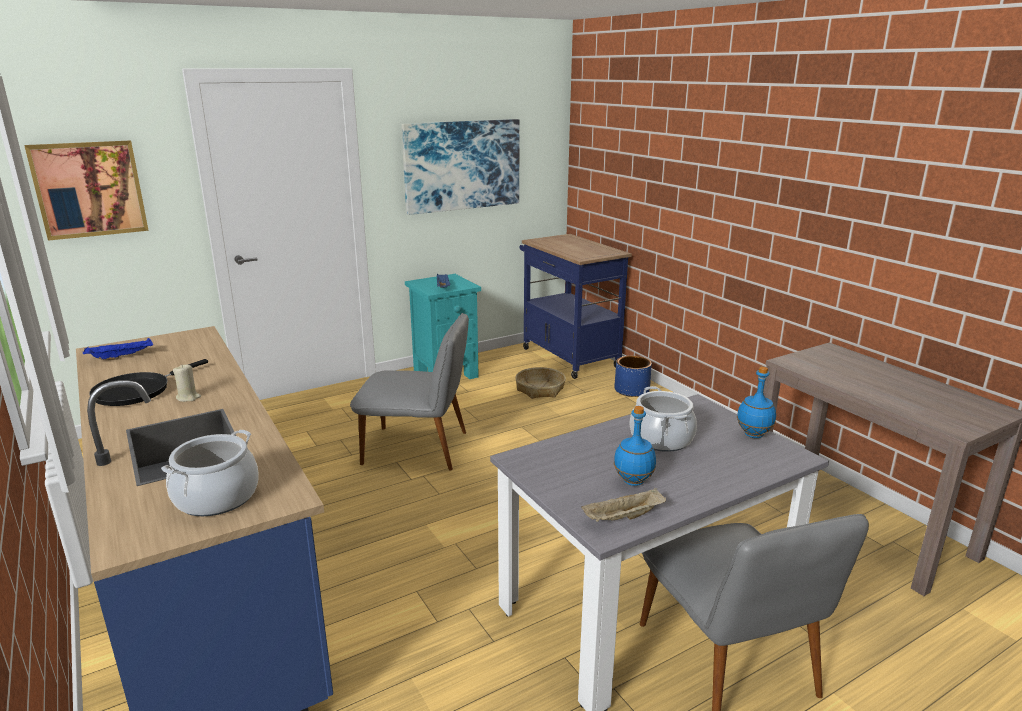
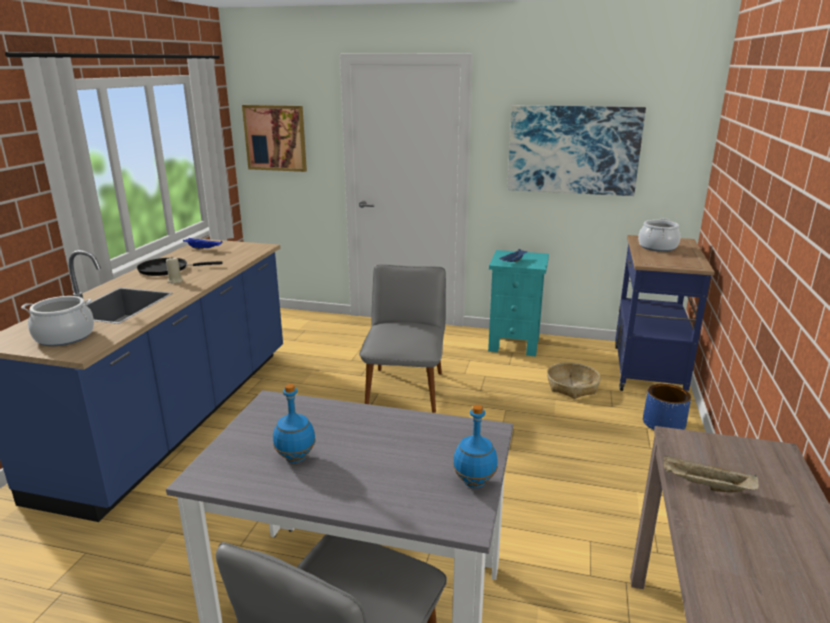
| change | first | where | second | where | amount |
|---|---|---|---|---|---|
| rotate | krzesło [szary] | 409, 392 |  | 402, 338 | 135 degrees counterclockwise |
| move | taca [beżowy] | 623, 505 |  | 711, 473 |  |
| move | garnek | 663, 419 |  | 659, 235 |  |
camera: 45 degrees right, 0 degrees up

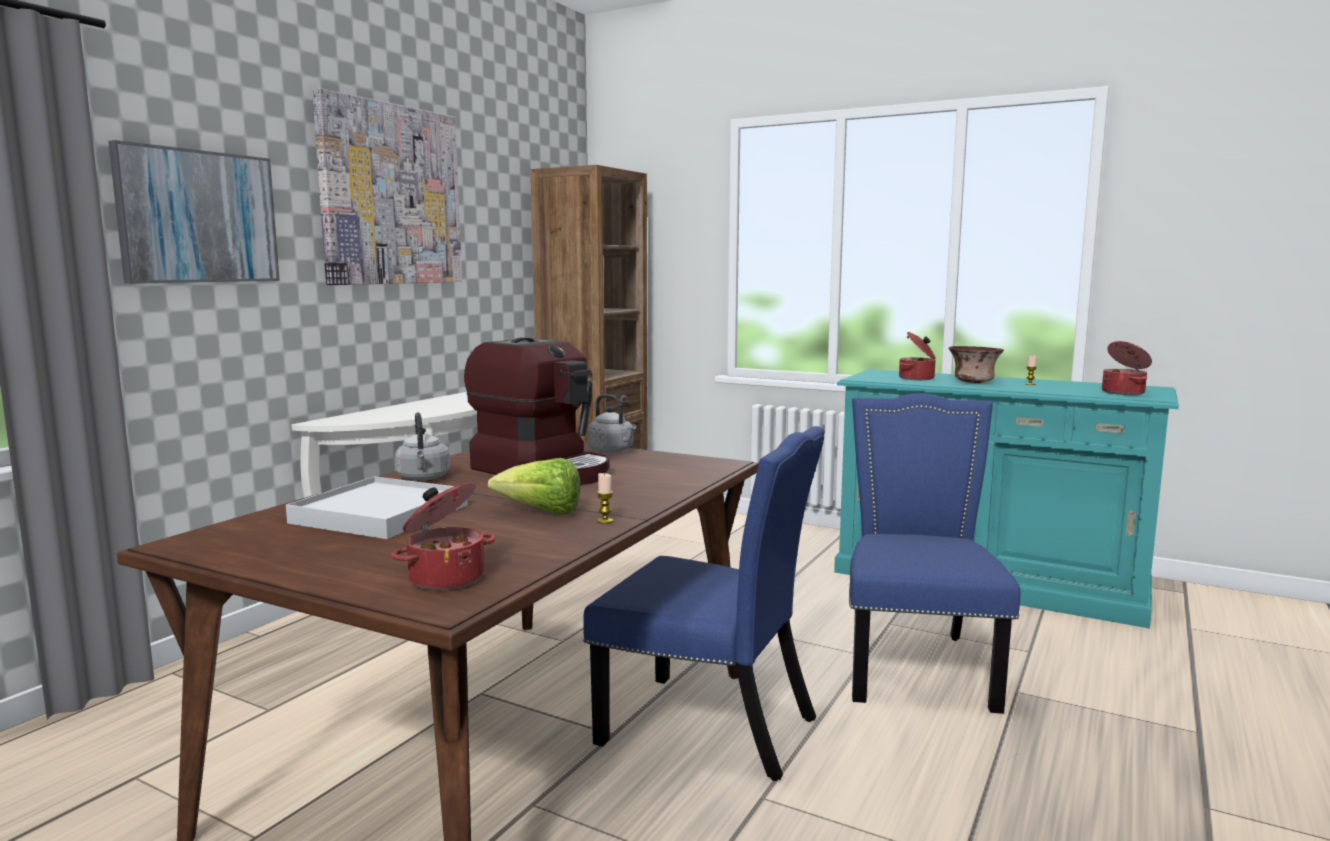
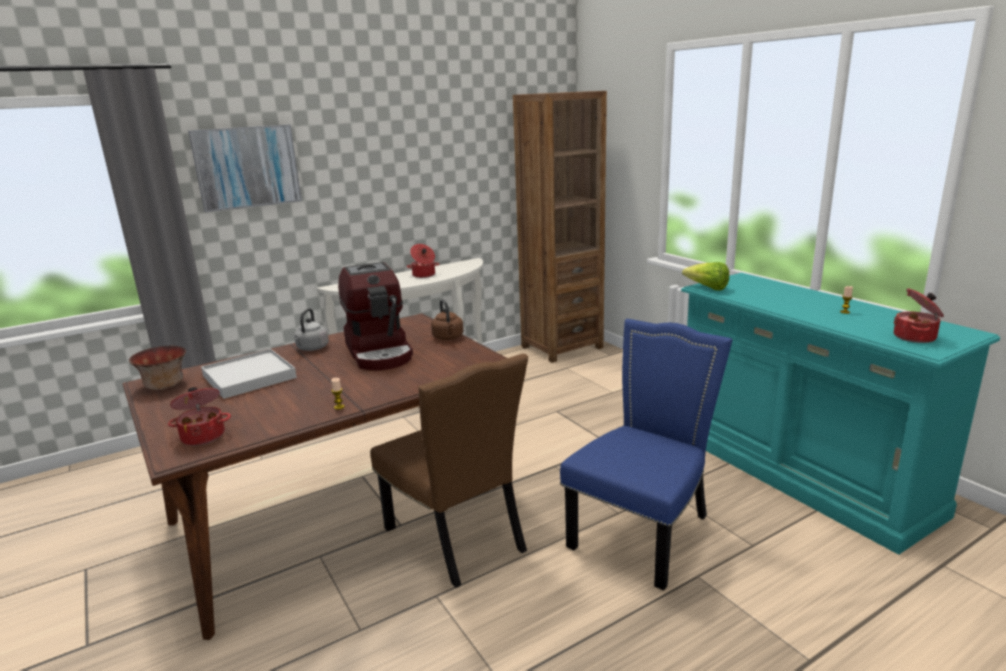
| change | first | where | second | where | amount |
|---|---|---|---|---|---|
| delete | obraz | 387, 186 |  |  |  |
| move | sałata | 534, 486 |  | 705, 276 |  |
| recolor | krzesło [niebieski] | 704, 603 | krzesło [brązowy] | 449, 471 |  |
| recolor | czajnik [szary] | 612, 423 | czajnik [brązowy] | 447, 319 |  |
| move | garnek | 917, 356 |  | 423, 261 |  |
| move | miska | 976, 364 |  | 157, 368 |  |
camera: 30 degrees right, 10 degrees up

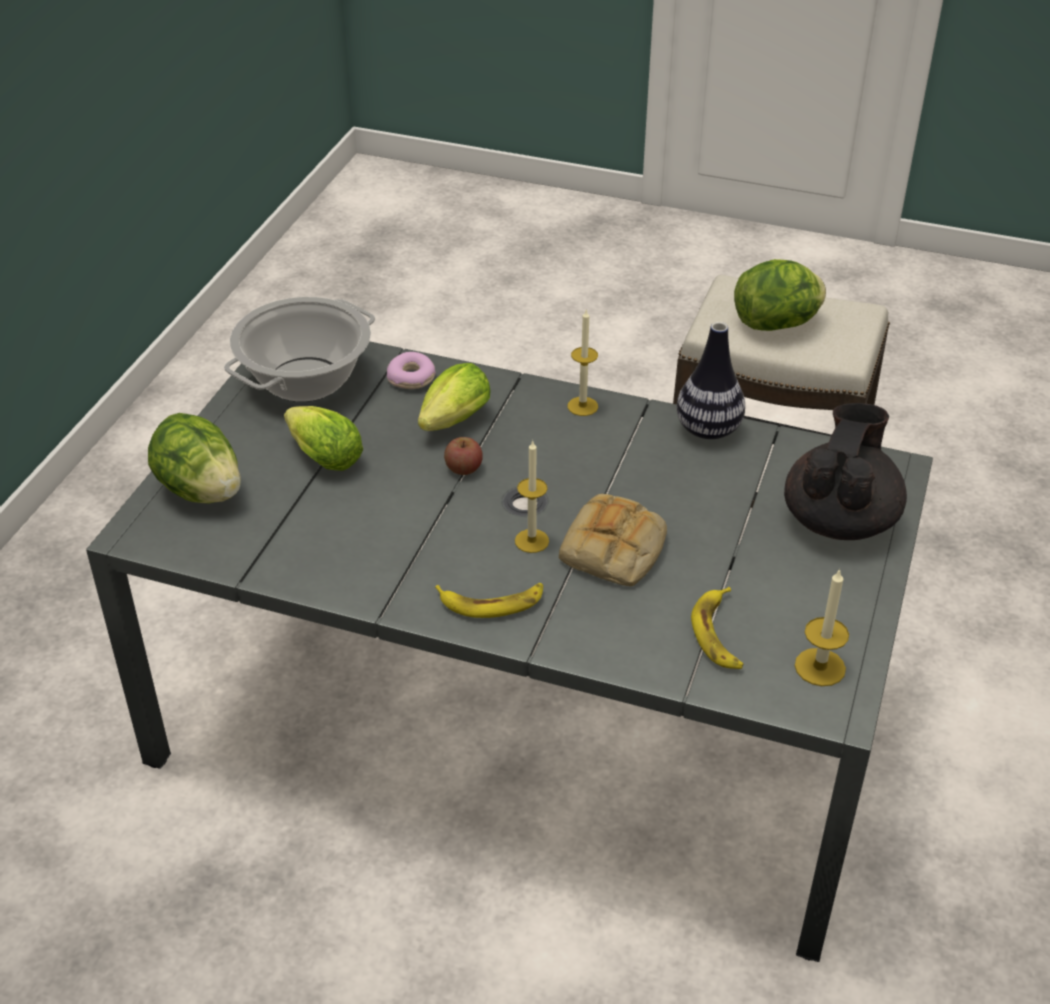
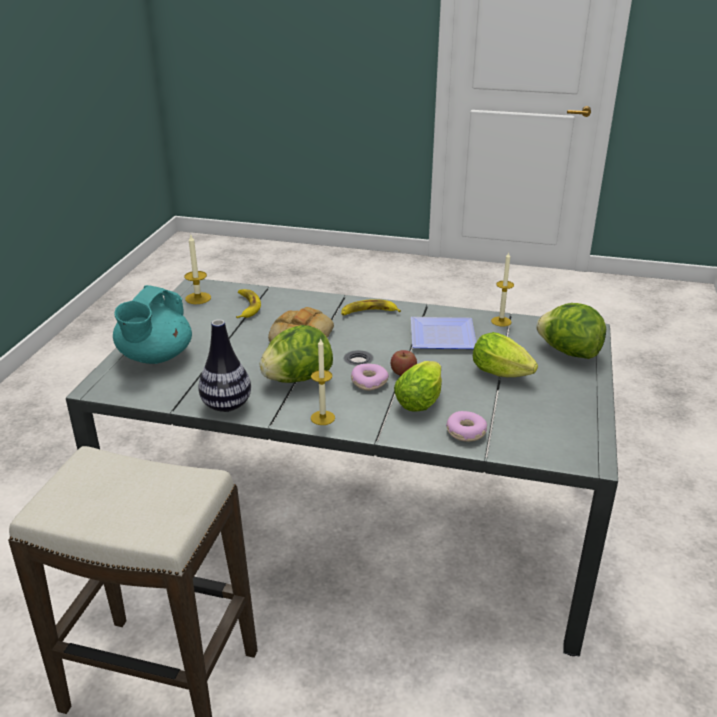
| change | first | where | second | where | amount |
|---|---|---|---|---|---|
| delete | garnek | 299, 349 |  |  |  |
| move | świeca | 532, 496 |  | 502, 289 |  |
| move | sałata | 780, 295 |  | 296, 354 |  |
| recolor | imbryk [czarny] | 845, 471 | imbryk [turkusowy] | 152, 324 |  |
| insert |  |  | donut | 370, 377 |  |
| insert |  |  | talerz | 443, 333 |  |
camera: 175 degrees right, 10 degrees down

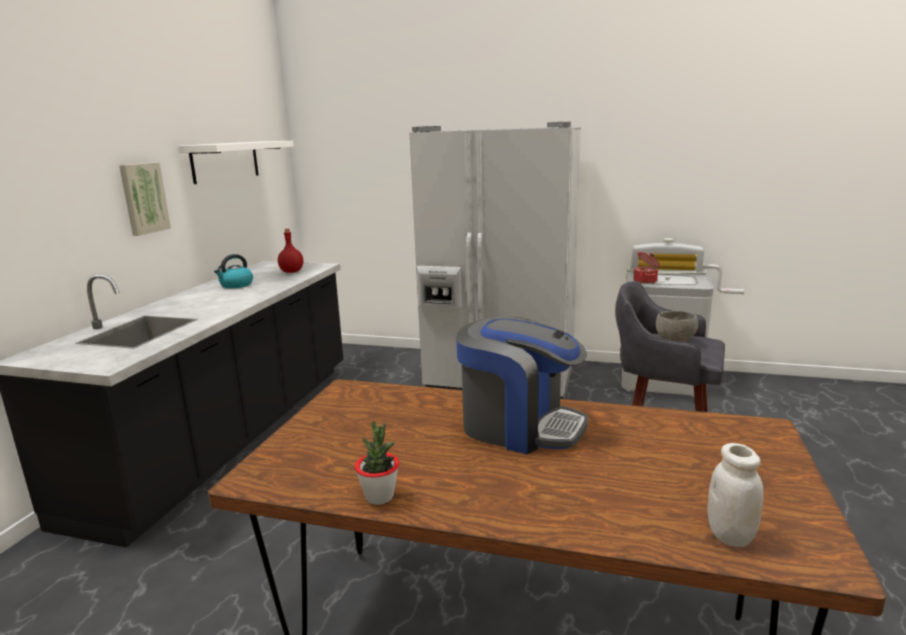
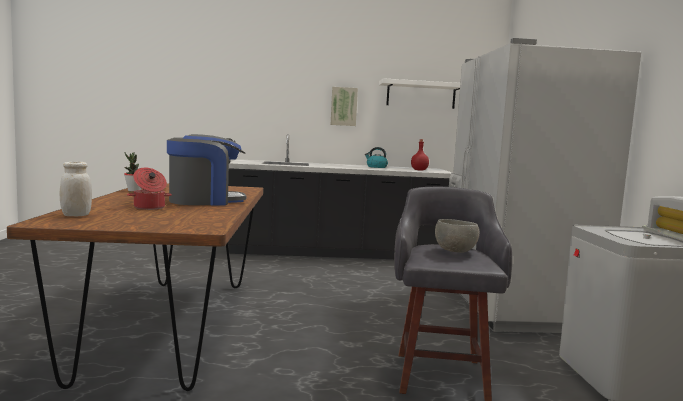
| change | first | where | second | where | amount |
|---|---|---|---|---|---|
| rotate | ekspres do kawy | 522, 385 |  | 206, 170 | 120 degrees counterclockwise |
| move | garnek | 646, 268 |  | 149, 189 |  |
camera: 70 degrees right, 10 degrees down

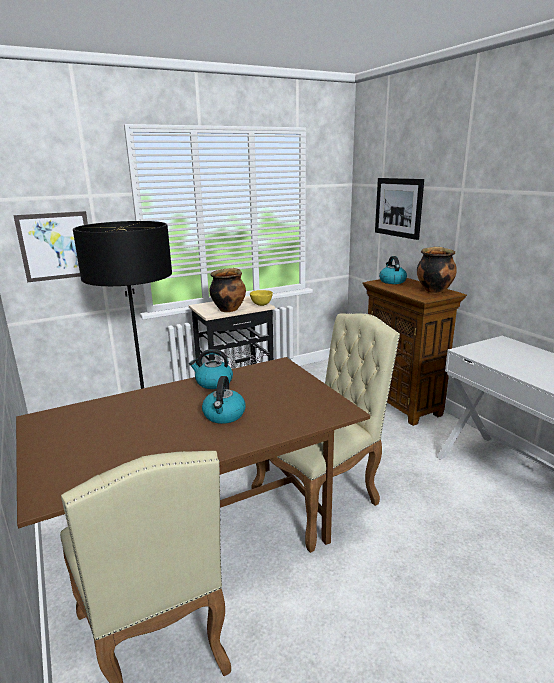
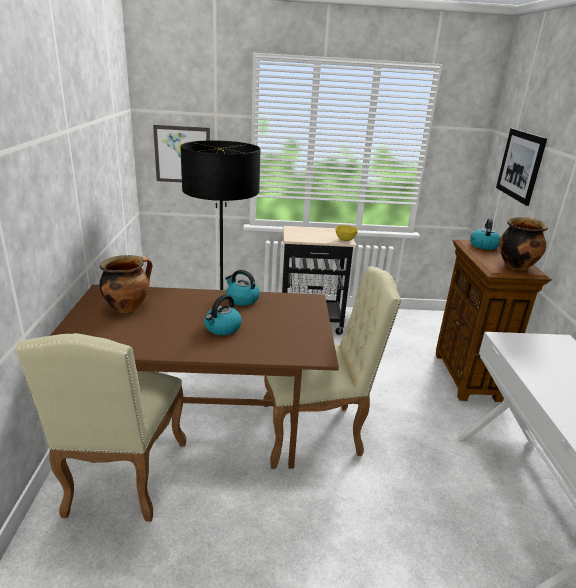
| change | first | where | second | where | amount |
|---|---|---|---|---|---|
| move | garnek | 227, 290 |  | 126, 284 |  |
camera: 25 degrees right, 5 degrees up

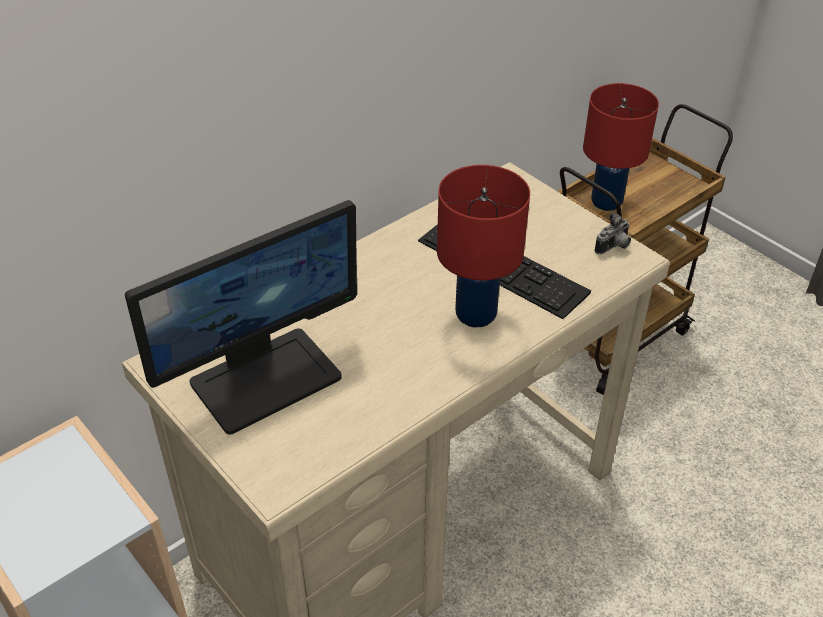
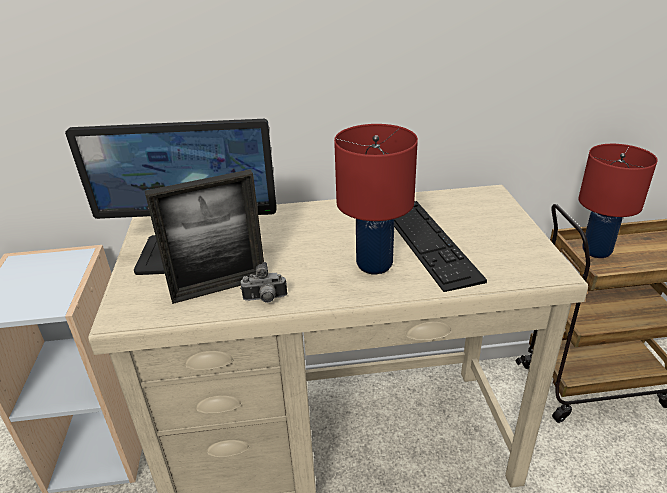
| change | first | where | second | where | amount |
|---|---|---|---|---|---|
| move | aparat fotograficzny | 613, 233 |  | 263, 282 |  |
| insert |  |  | ramka na zdjęcie | 204, 236 |  |
camera: 35 degrees right, 10 degrees down

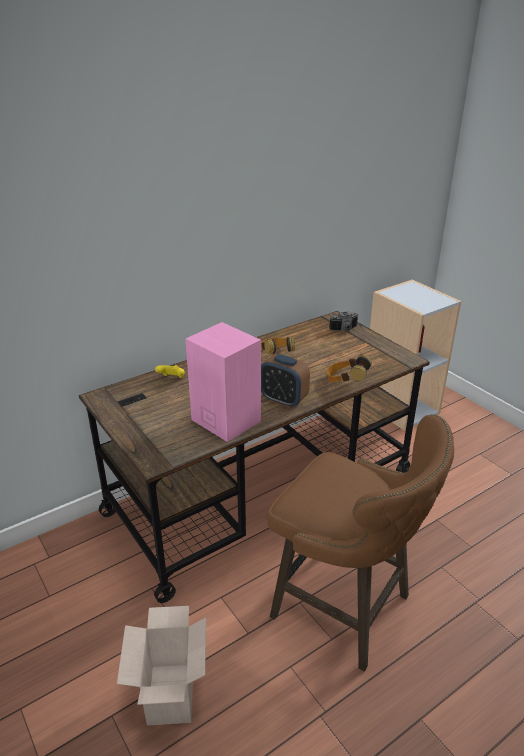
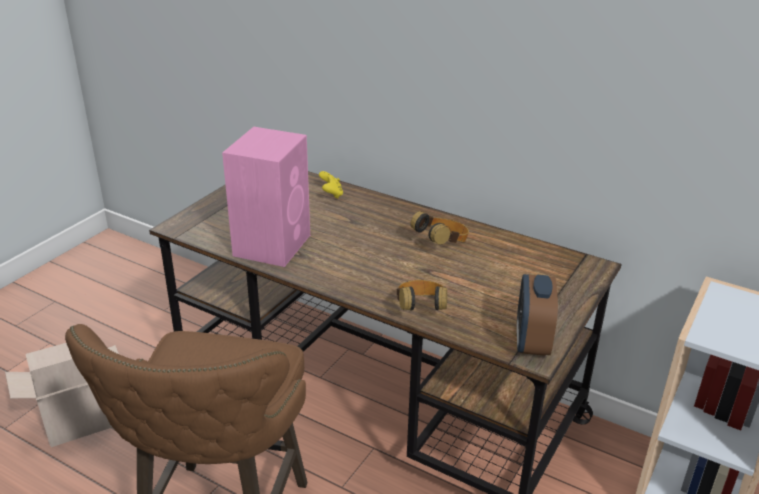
| change | first | where | second | where | amount |
|---|---|---|---|---|---|
| move | budzik | 285, 381 |  | 537, 315 |  |
| delete | aparat fotograficzny | 343, 321 |  |  |  |
camera: 65 degrees right, 0 degrees up

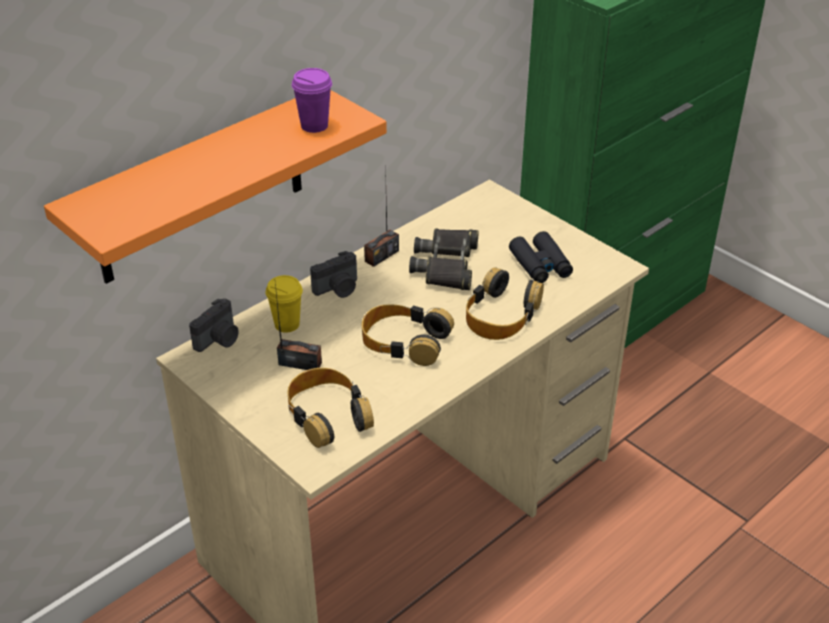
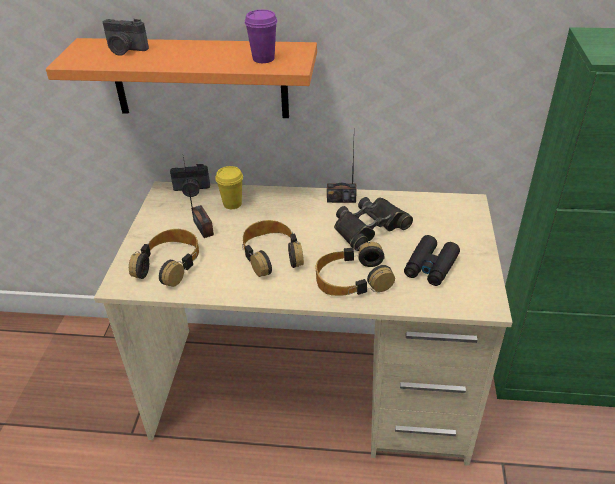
| change | first | where | second | where | amount |
|---|---|---|---|---|---|
| move | aparat fotograficzny | 333, 274 |  | 126, 37 |  |
camera: 50 degrees right, 0 degrees up

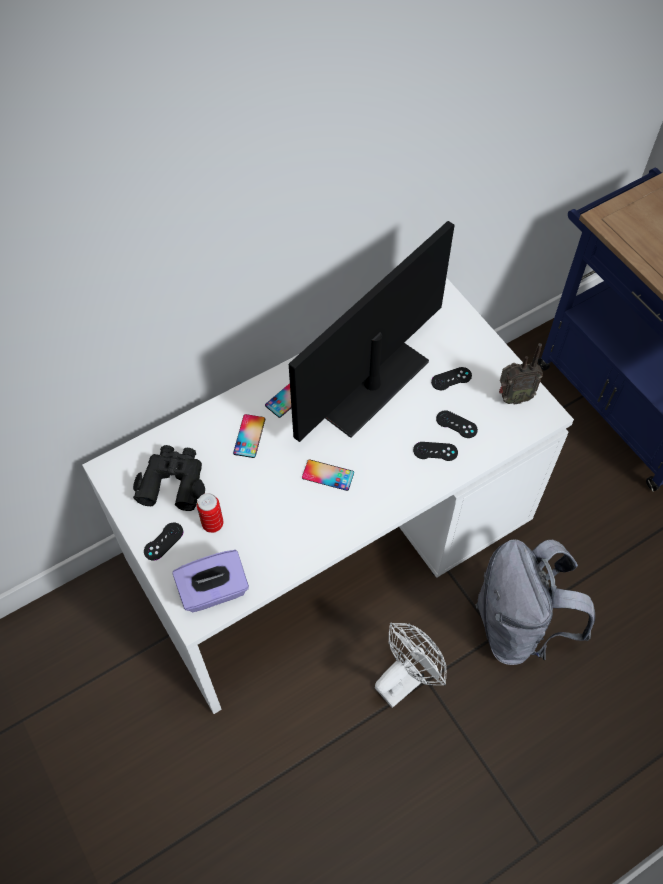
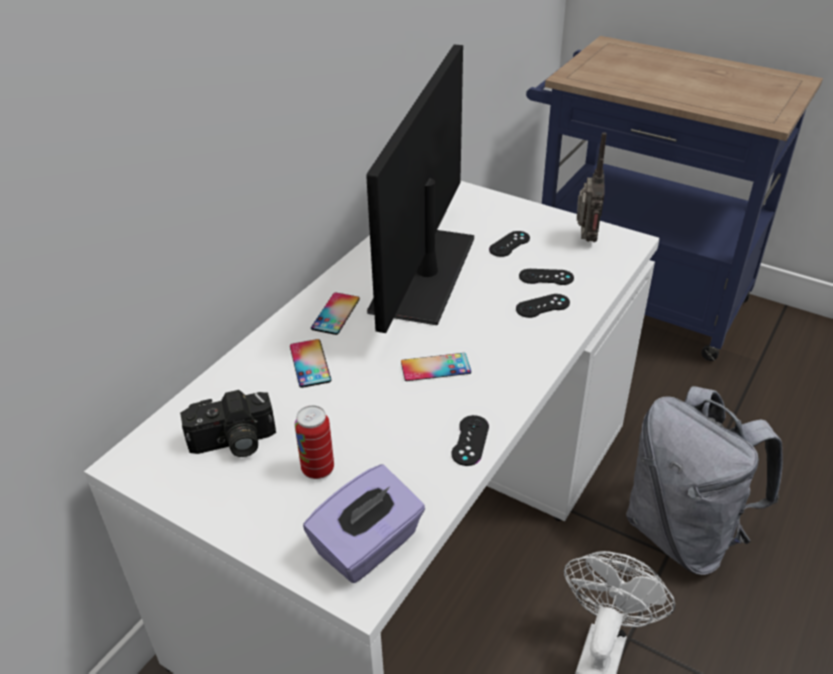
| change | first | where | second | where | amount |
|---|---|---|---|---|---|
| replace | lornetka [czarny] | 169, 478 | aparat fotograficzny | 228, 423 |  |
| move | pad do gier [czarny] | 163, 541 |  | 470, 440 |  |
| rotate | radio | 521, 373 |  | 592, 187 | 45 degrees counterclockwise |
camera: 25 degrees left, 20 degrees down

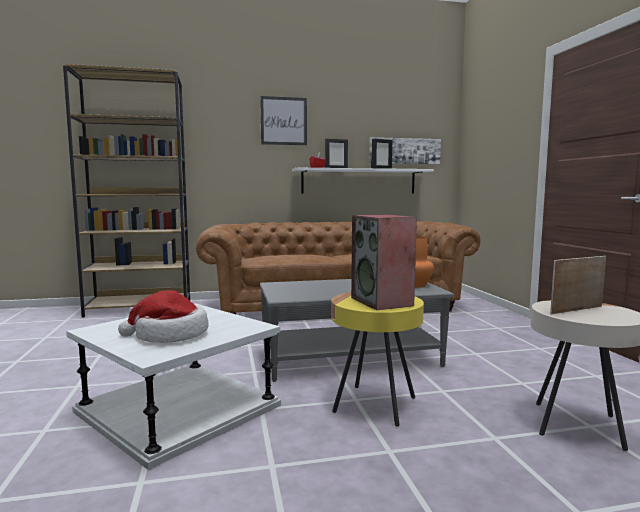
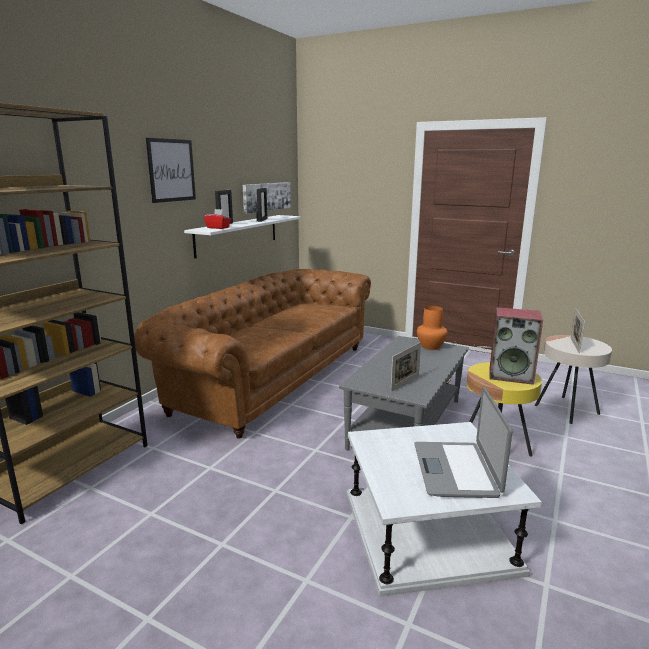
| change | first | where | second | where | amount |
|---|---|---|---|---|---|
| replace | kapelusz | 163, 316 | laptop | 463, 442 |  |
| insert |  |  | ramka na zdjęcie | 406, 367 |  |
camera: 50 degrees left, 10 degrees up

